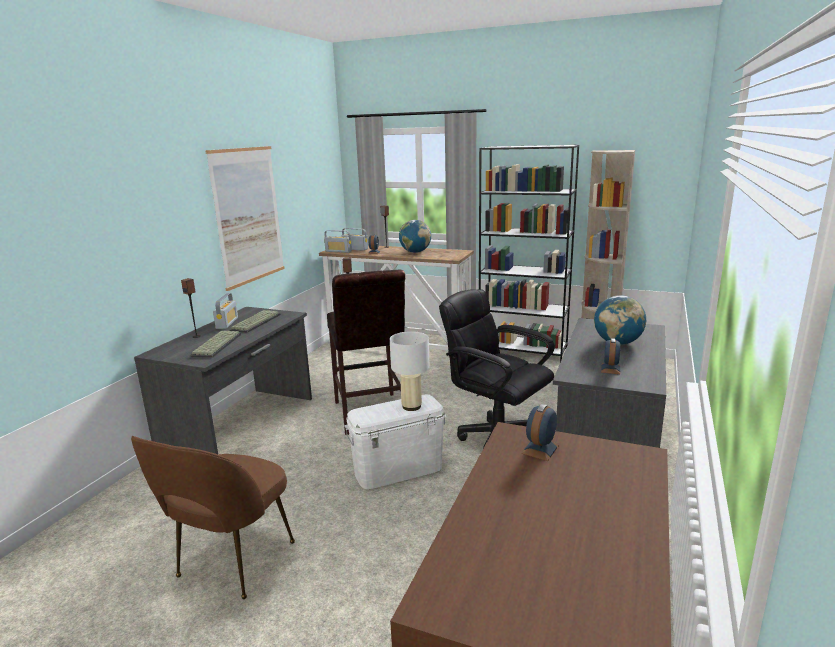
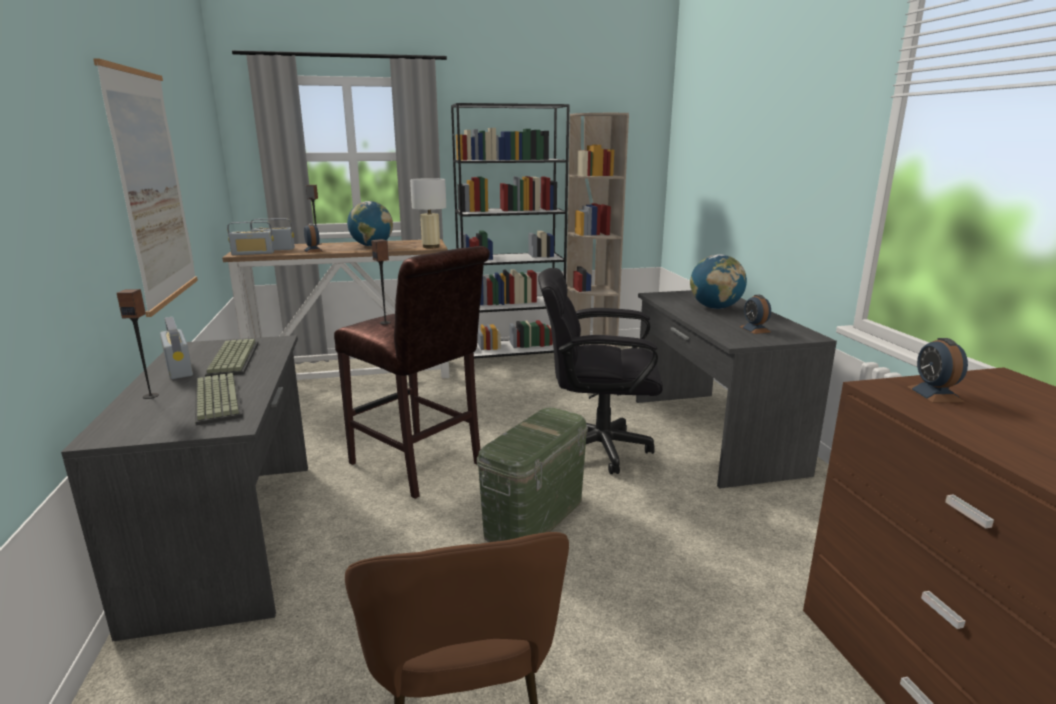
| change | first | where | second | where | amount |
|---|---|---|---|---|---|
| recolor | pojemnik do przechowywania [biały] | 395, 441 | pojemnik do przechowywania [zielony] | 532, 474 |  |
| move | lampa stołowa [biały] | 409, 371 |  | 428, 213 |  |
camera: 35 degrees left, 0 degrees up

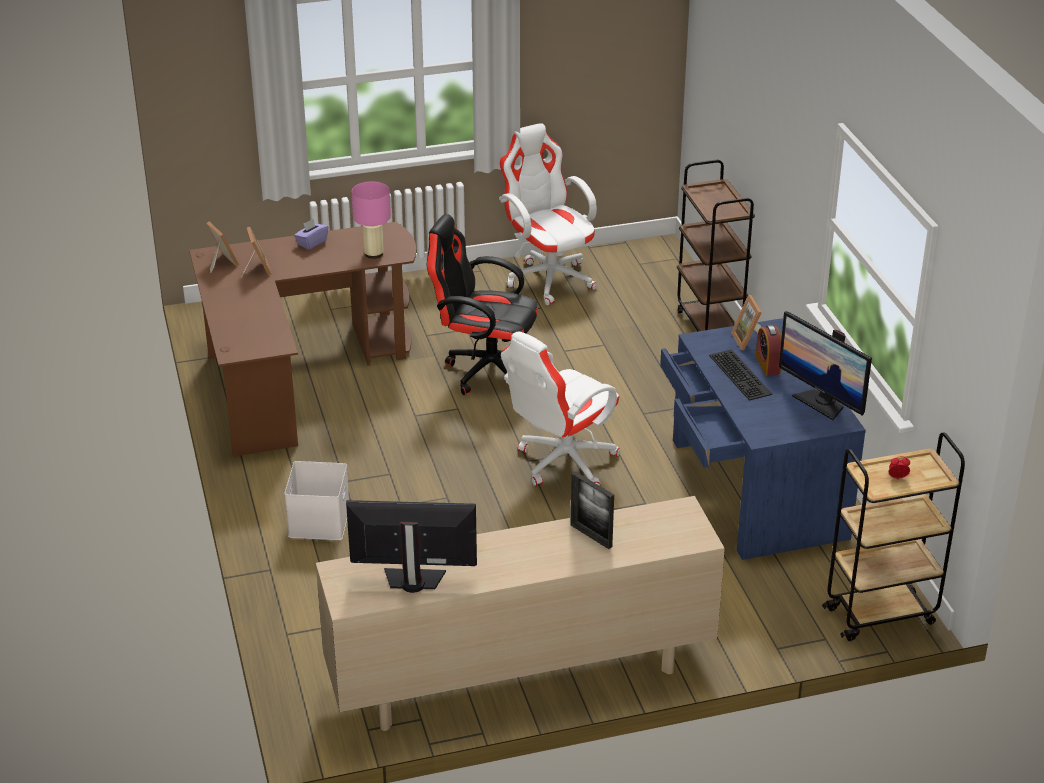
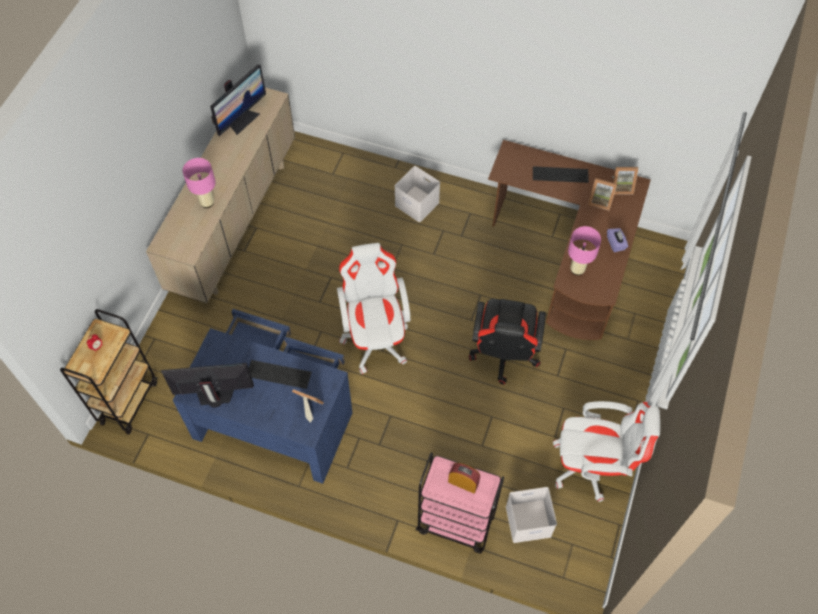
| change | first | where | second | where | amount |
|---|---|---|---|---|---|
| rotate | krzesło biurowe [czarny] | 482, 304 |  | 507, 342 | 135 degrees clockwise |
| replace | ramka na zdjęcie | 592, 510 | lampa stołowa [różowy] | 199, 183 |  |
| recolor | wózek [brązowy] | 716, 245 | wózek [różowy] | 459, 503 |  |
| move | budzik | 769, 350 |  | 464, 478 |  |
| insert |  |  | pojemnik do przechowywania [biały] | 531, 515 |  |
| insert |  |  | klawiatura | 561, 174 |  |
camera: 125 degrees right, 25 degrees up

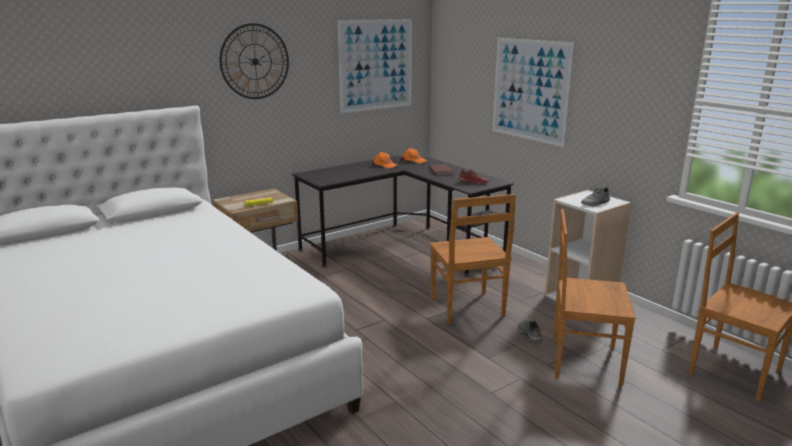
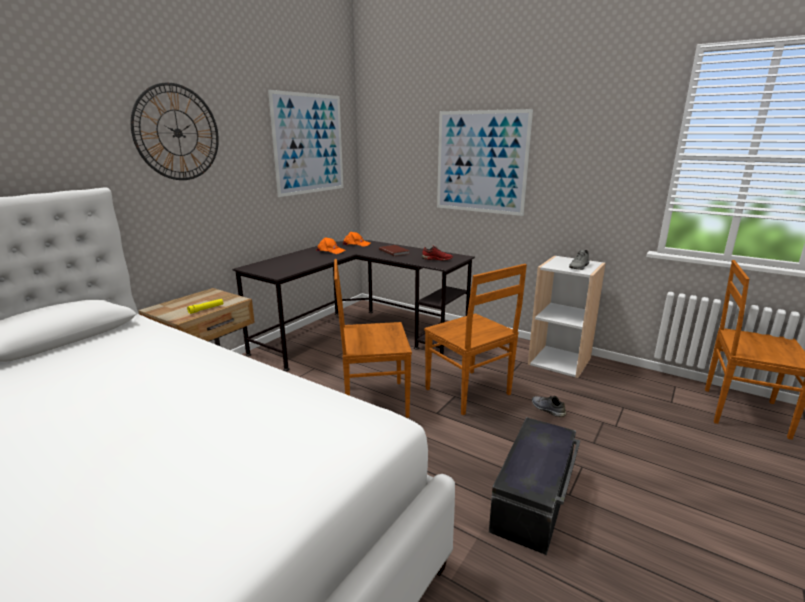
| change | first | where | second | where | amount |
|---|---|---|---|---|---|
| move | krzesło [brązowy] | 594, 297 |  | 373, 338 |  |
| insert |  |  | pojemnik do przechowywania [czarny] | 534, 486 |  |
camera: 20 degrees left, 0 degrees up

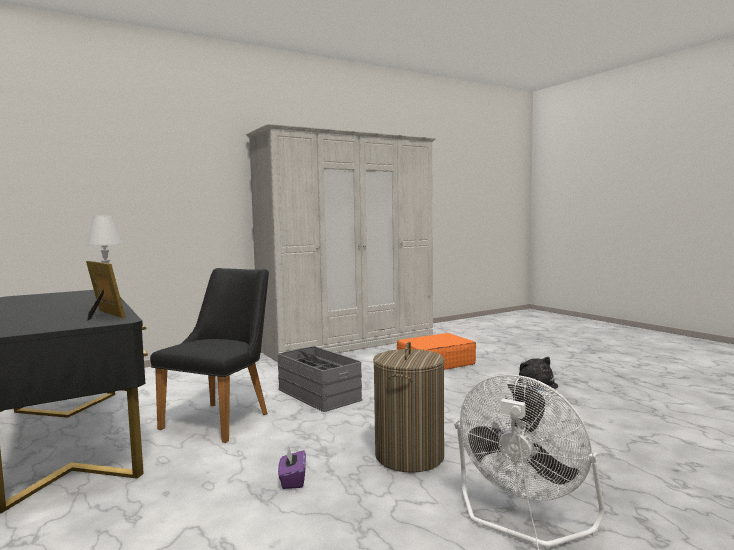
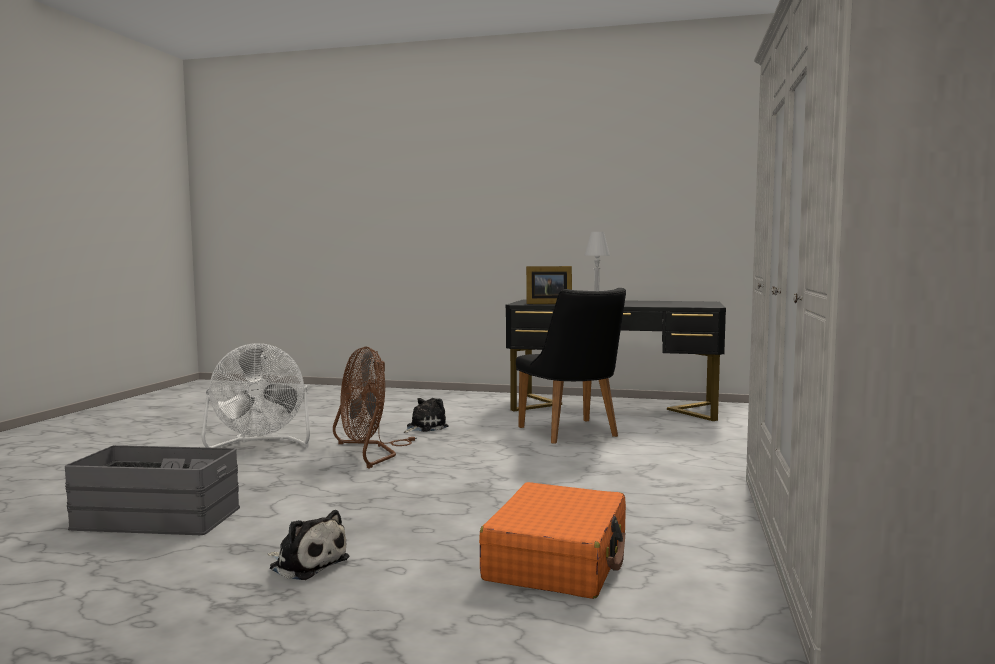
| change | first | where | second | where | amount |
|---|---|---|---|---|---|
| move | pojemnik do przechowywania [szary] | 320, 379 |  | 152, 490 |  |
| replace | pudełko chusteczek [fioletowy] | 292, 468 | pluszak | 426, 415 |  |
| replace | kosz na pranie | 409, 407 | wentylator [brązowy] | 375, 408 |  |
camera: 135 degrees right, 0 degrees up

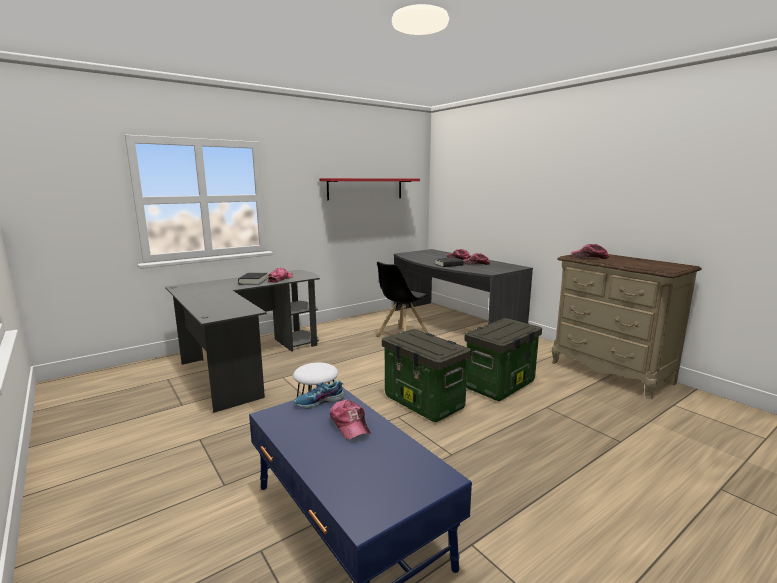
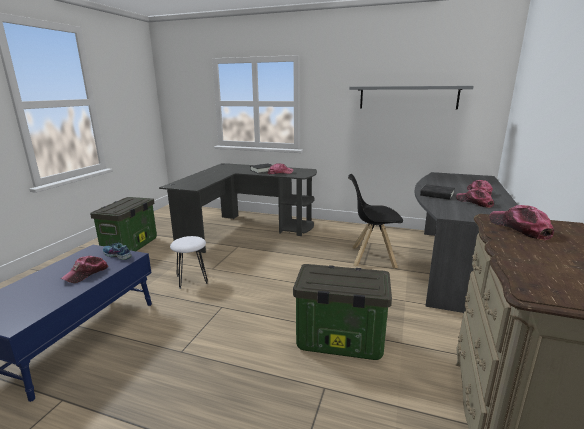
| change | first | where | second | where | amount |
|---|---|---|---|---|---|
| recolor | półka [czerwony] | 369, 189 | półka [szary] | 411, 98 |  |
| move | pojemnik do przechowywania | 426, 375 |  | 123, 224 |  |
camera: 55 degrees right, 5 degrees up

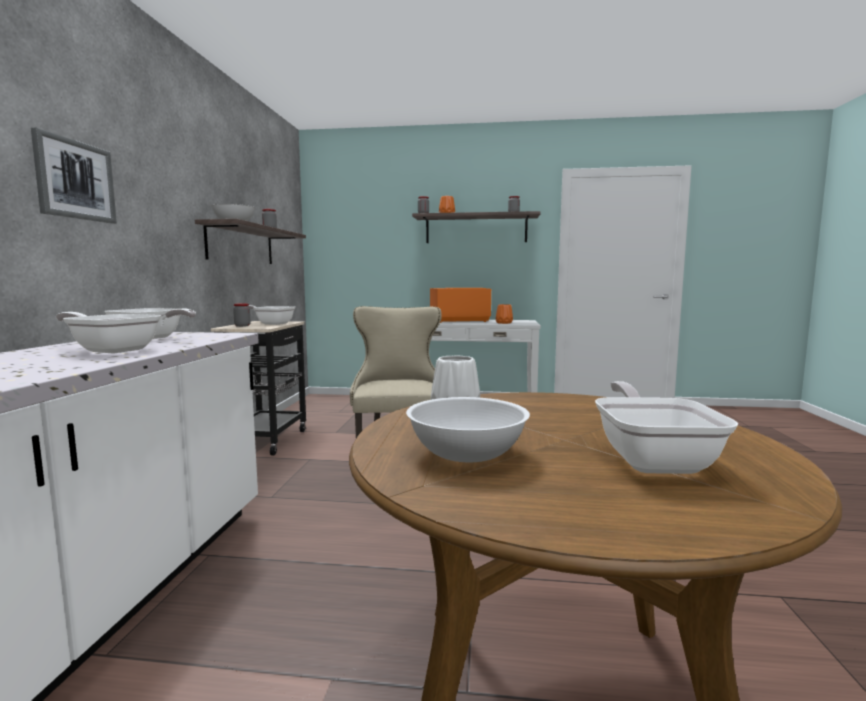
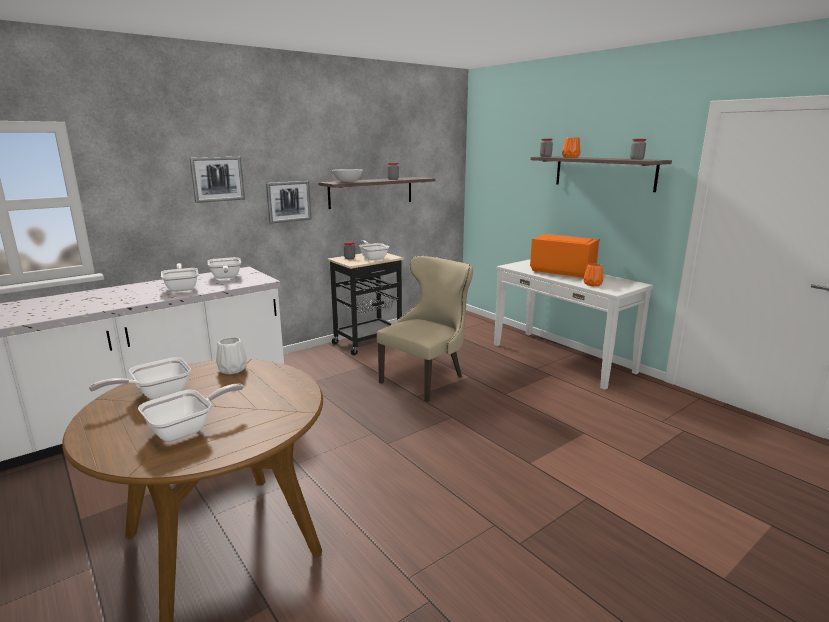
| change | first | where | second | where | amount |
|---|---|---|---|---|---|
| replace | miska [biały] | 468, 429 | patelnia | 140, 378 |  |
| insert |  |  | obraz | 289, 202 |  |
camera: 45 degrees right, 10 degrees up

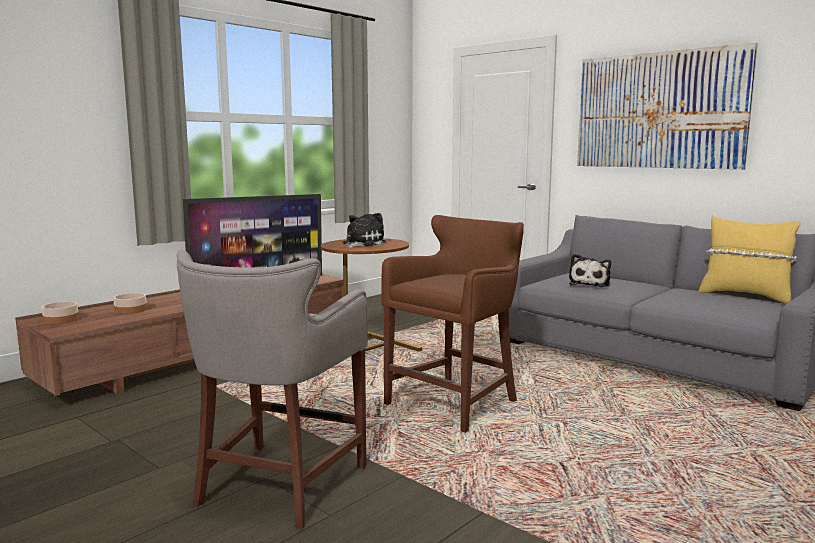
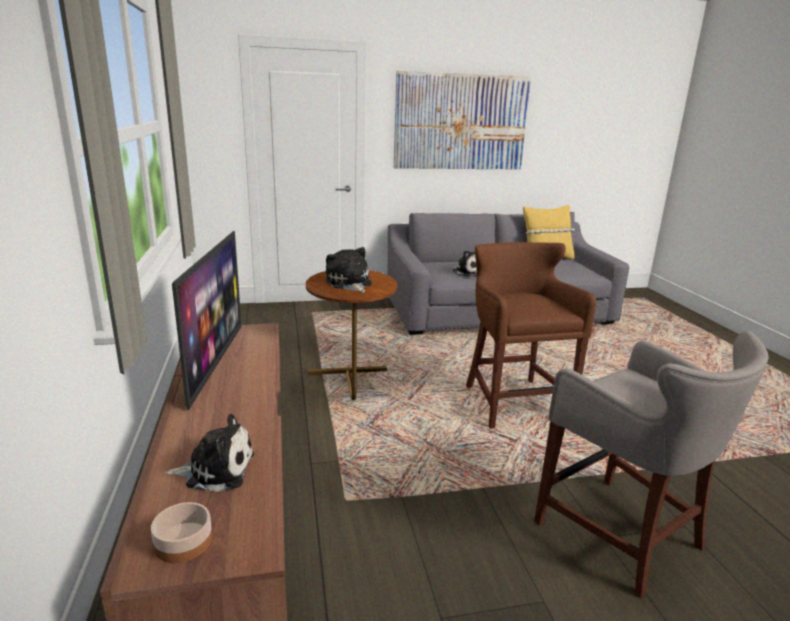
| change | first | where | second | where | amount |
|---|---|---|---|---|---|
| replace | miska | 130, 303 | pluszak | 209, 453 |  |
camera: 55 degrees left, 10 degrees up

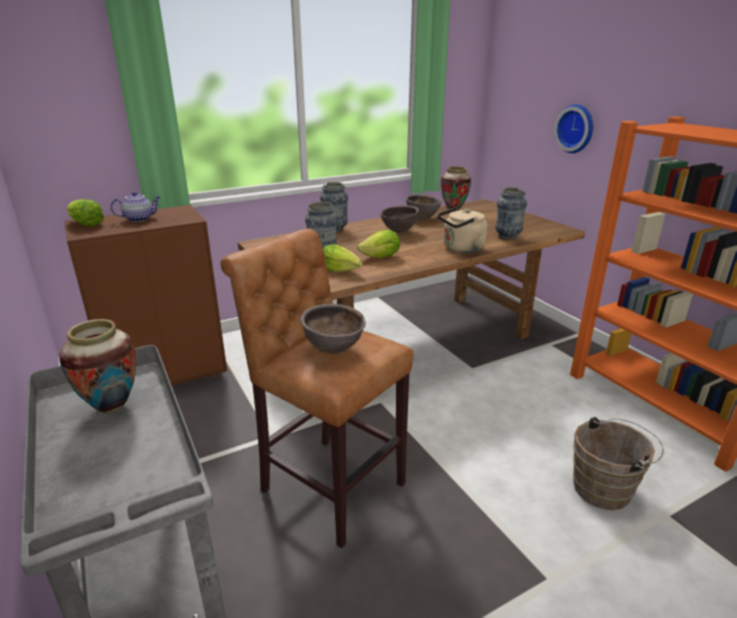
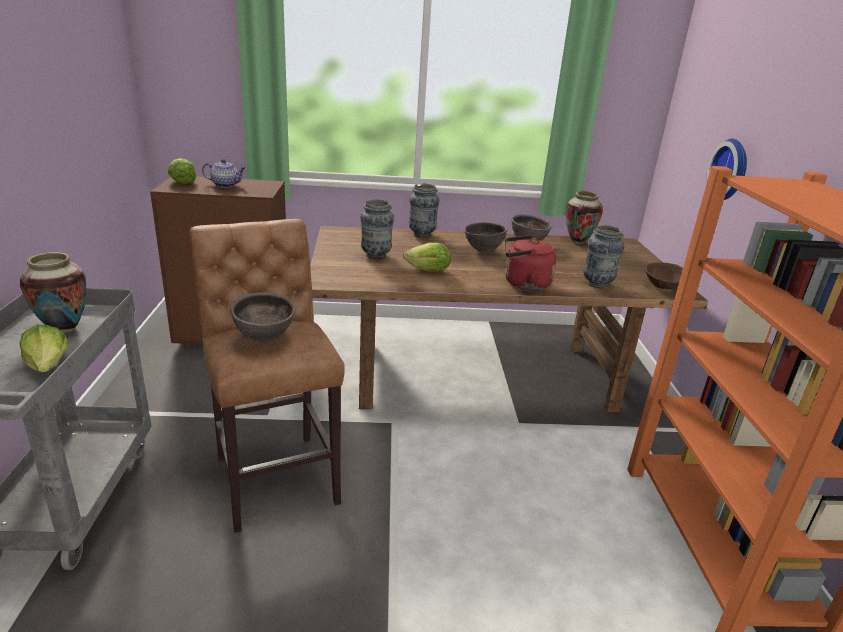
| change | first | where | second | where | amount |
|---|---|---|---|---|---|
| move | sałata | 342, 258 |  | 44, 348 |  |
| recolor | czajnik [beżowy] | 462, 230 | czajnik [czerwony] | 531, 262 |  |
| delete | wiadro [brązowy] | 618, 463 |  |  |  |
| insert |  |  | miska [brązowy] | 664, 276 |  |
camera: 25 degrees right, 0 degrees up

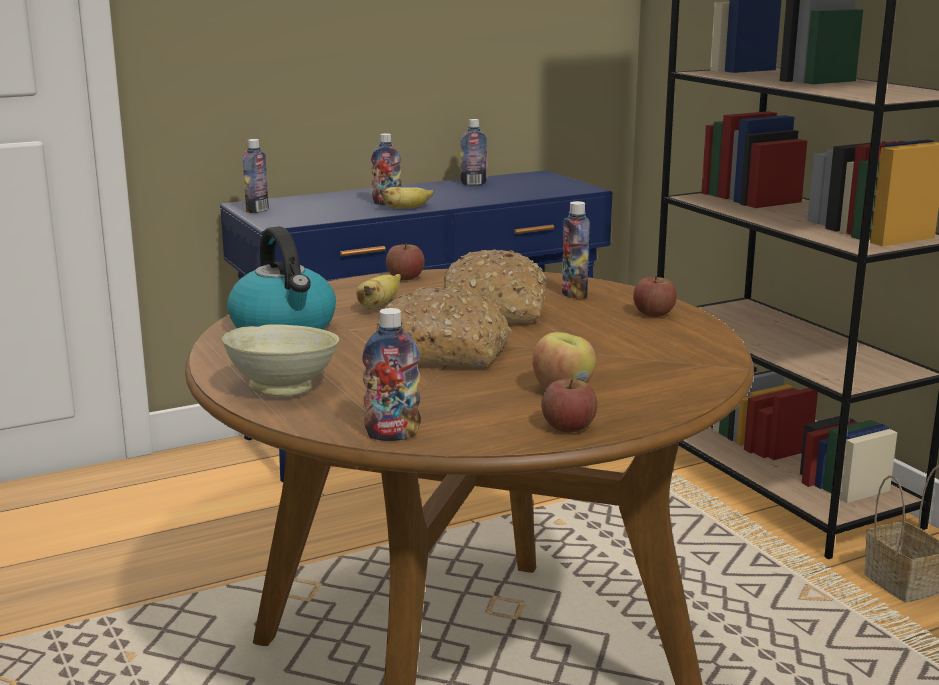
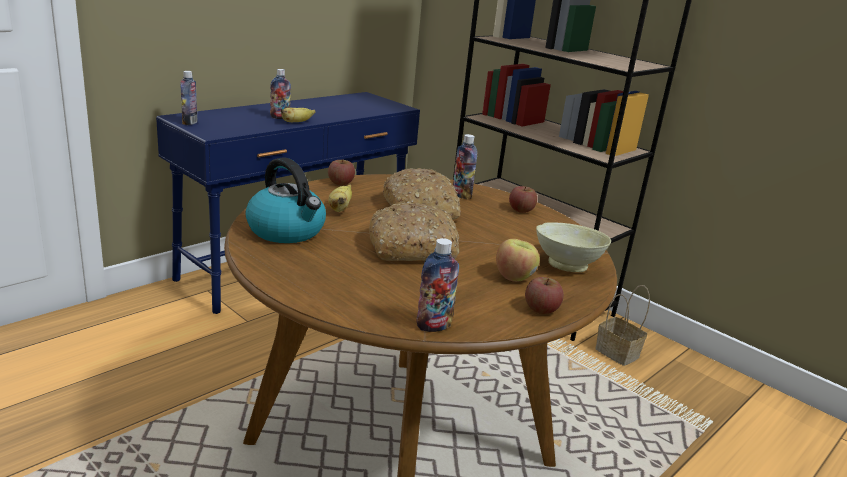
| change | first | where | second | where | amount |
|---|---|---|---|---|---|
| move | miska [beżowy] | 280, 360 |  | 573, 247 |  |
| delete | butelka | 474, 152 |  |  |  |
camera: 20 degrees left, 5 degrees up

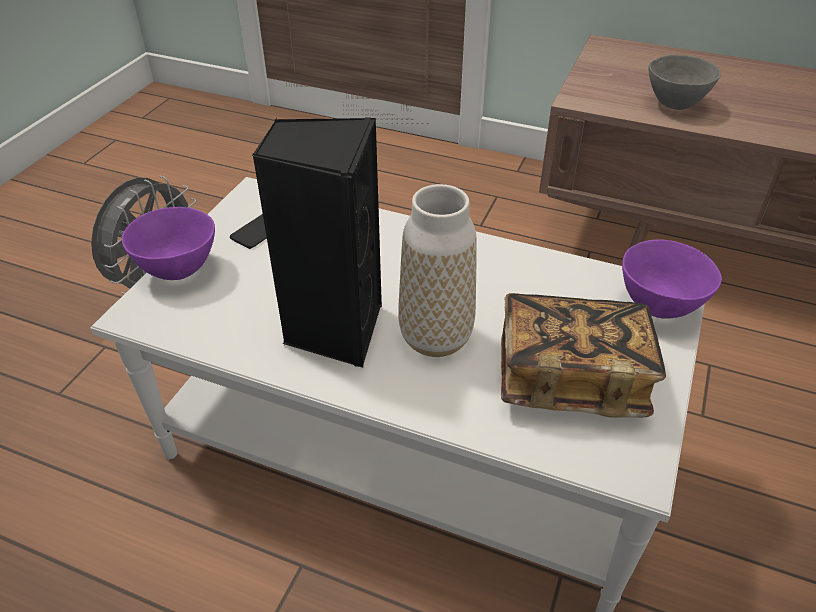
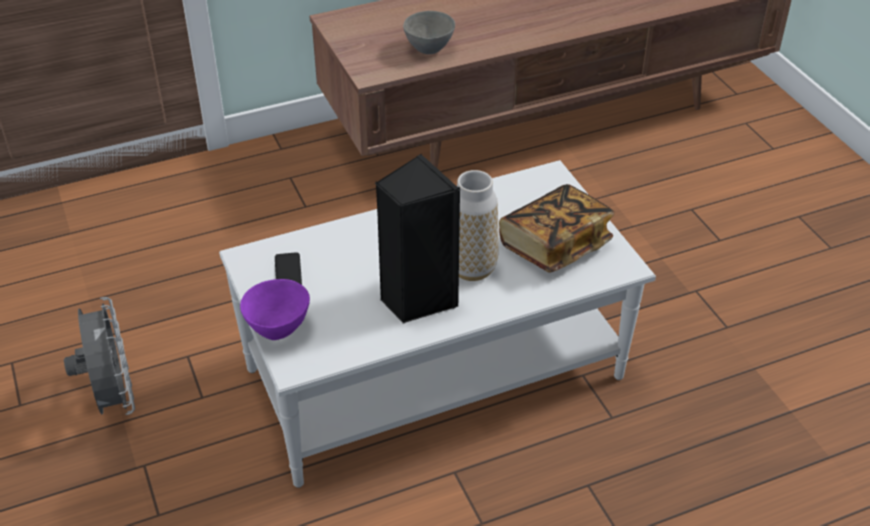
| change | first | where | second | where | amount |
|---|---|---|---|---|---|
| delete | miska [fioletowy] | 672, 279 |  |  |  |
camera: 45 degrees left, 0 degrees up

